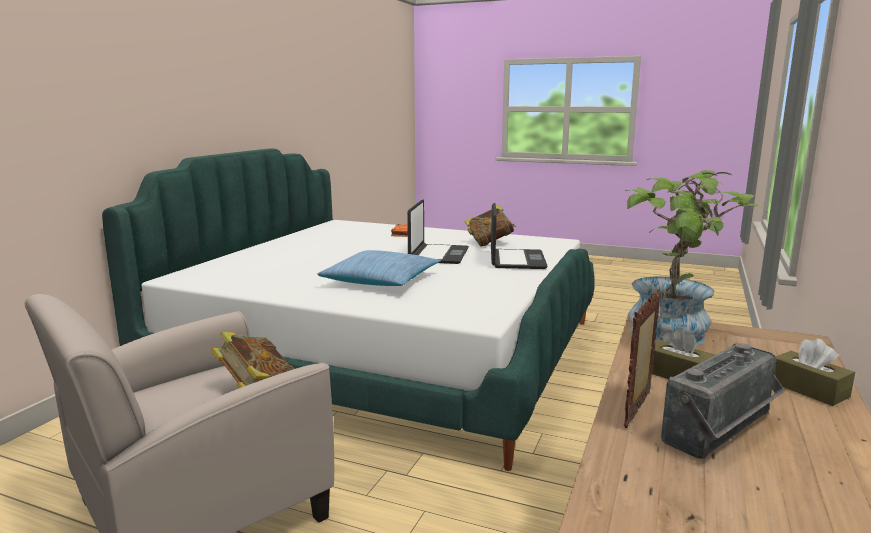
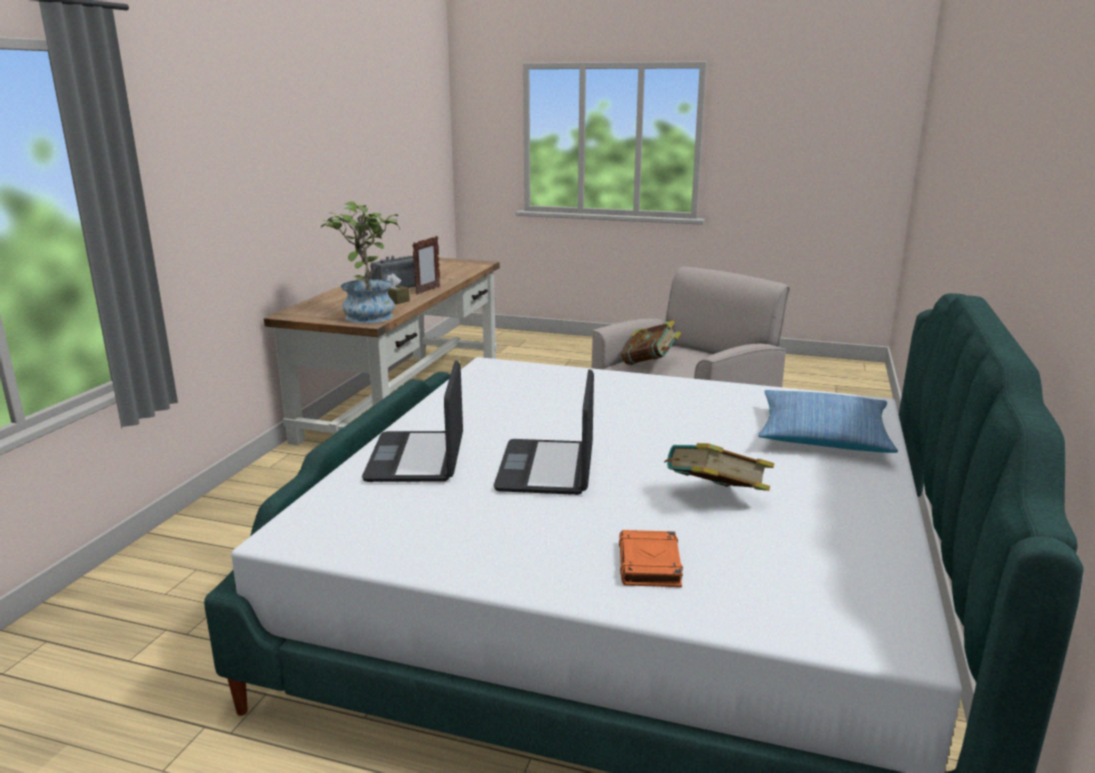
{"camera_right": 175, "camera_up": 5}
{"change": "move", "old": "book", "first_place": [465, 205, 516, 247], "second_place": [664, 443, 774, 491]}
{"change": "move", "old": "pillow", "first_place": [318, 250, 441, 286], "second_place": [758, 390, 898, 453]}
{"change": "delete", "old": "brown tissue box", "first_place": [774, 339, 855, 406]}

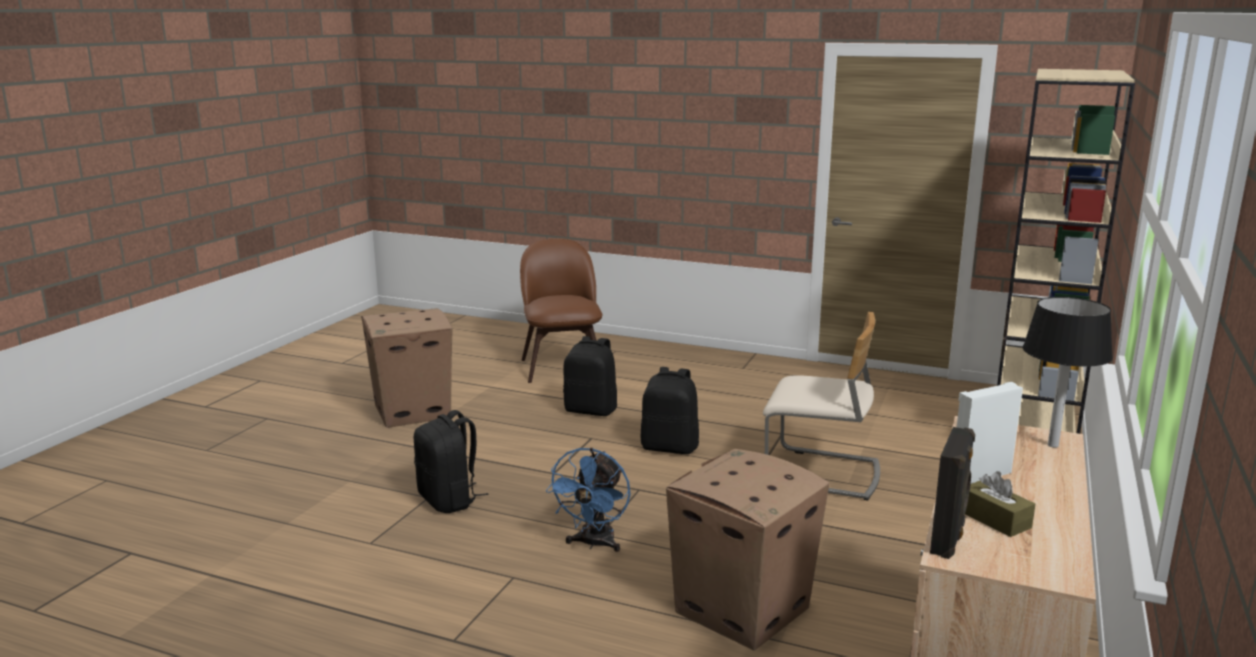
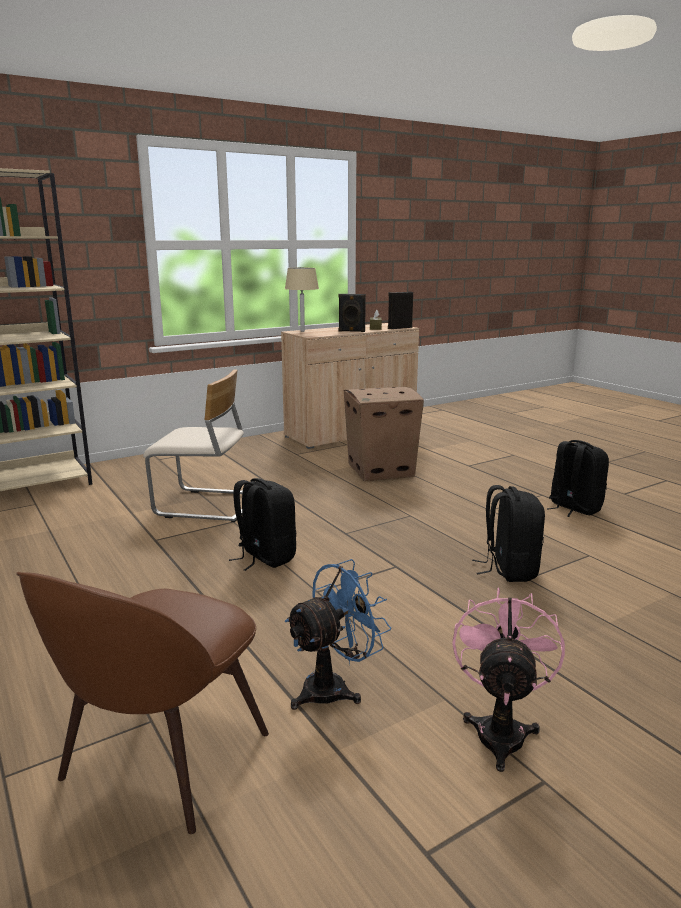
{"camera_right": -145, "camera_up": 0}
{"change": "recolor", "old": "black table lamp", "new": "beige table lamp", "first_place": [1023, 297, 1113, 448], "second_place": [285, 268, 319, 332]}
{"change": "replace", "old": "cardboard box", "new": "pink fan", "first_place": [361, 308, 452, 428], "second_place": [452, 588, 565, 772]}
{"change": "rotate", "old": "beige chair", "first_place": [763, 312, 880, 501], "second_place": [143, 370, 244, 522], "degrees": 135}
{"change": "move", "old": "black backpack", "first_place": [563, 336, 617, 416], "second_place": [547, 440, 609, 517]}
{"change": "recolor", "old": "white speaker", "new": "black speaker", "first_place": [957, 382, 1023, 484], "second_place": [339, 294, 366, 332]}
{"change": "move", "old": "blue fan", "first_place": [546, 448, 631, 552], "second_place": [284, 559, 391, 710]}

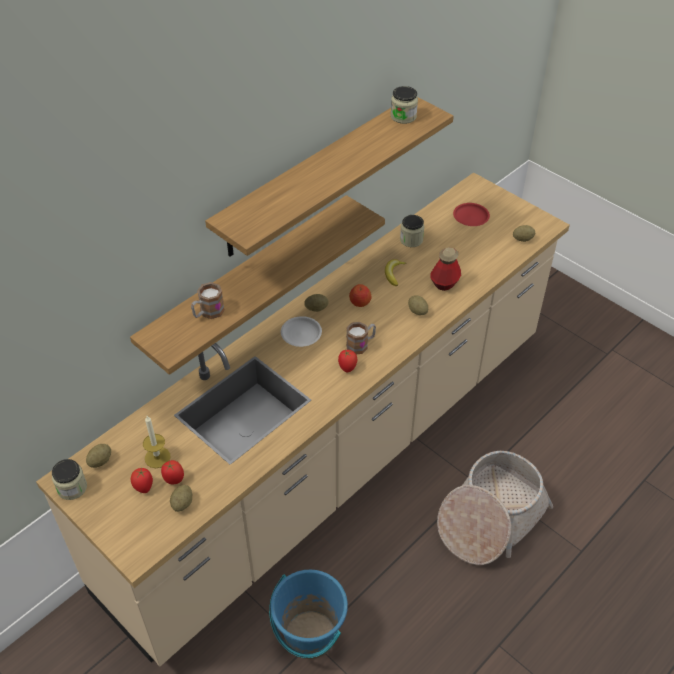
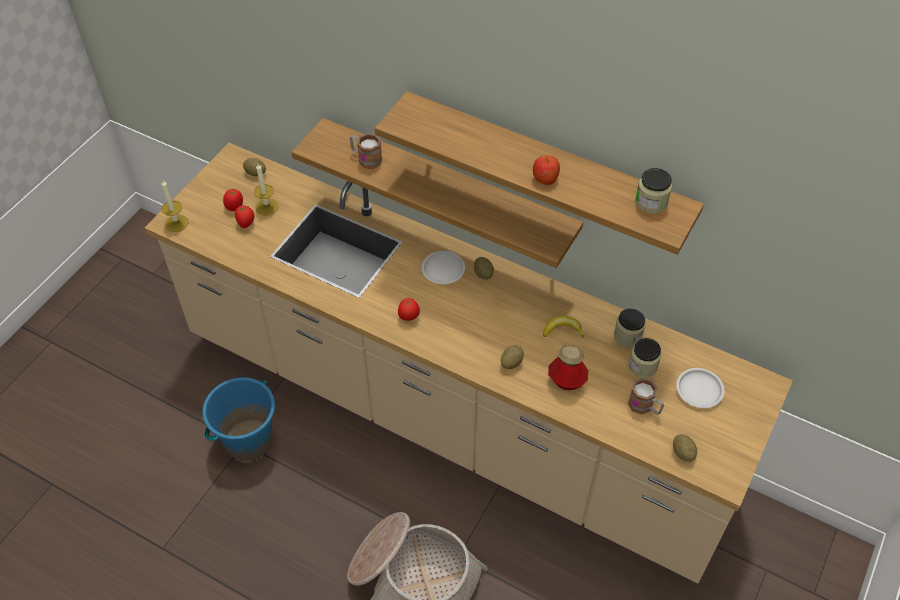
{"camera_right": 75, "camera_up": 5}
{"change": "recolor", "old": "red plate", "new": "white plate", "first_place": [453, 203, 490, 226], "second_place": [676, 368, 724, 408]}
{"change": "move", "old": "apple", "first_place": [349, 284, 371, 307], "second_place": [533, 155, 560, 185]}
{"change": "move", "old": "mug", "first_place": [346, 322, 376, 354], "second_place": [628, 377, 664, 415]}
{"change": "move", "old": "jar", "first_place": [52, 459, 87, 500], "second_place": [628, 338, 661, 378]}
{"change": "delete", "old": "potato", "first_place": [170, 485, 192, 512]}
{"change": "insert", "new": "candle", "second_place": [162, 179, 189, 232]}

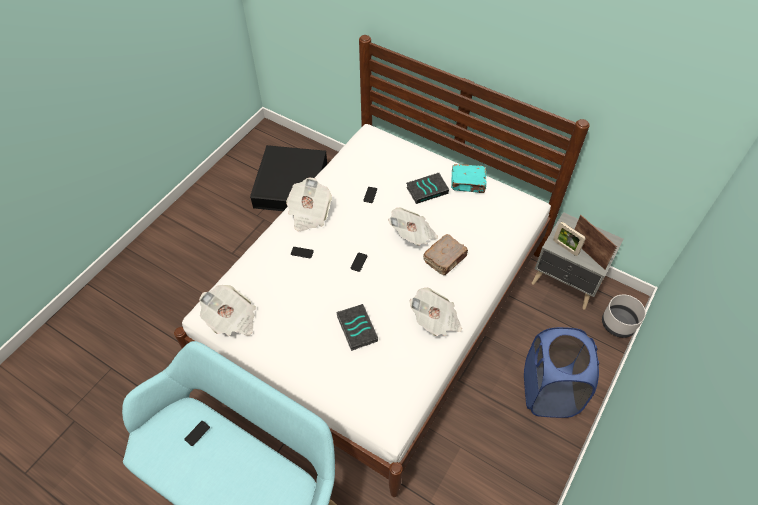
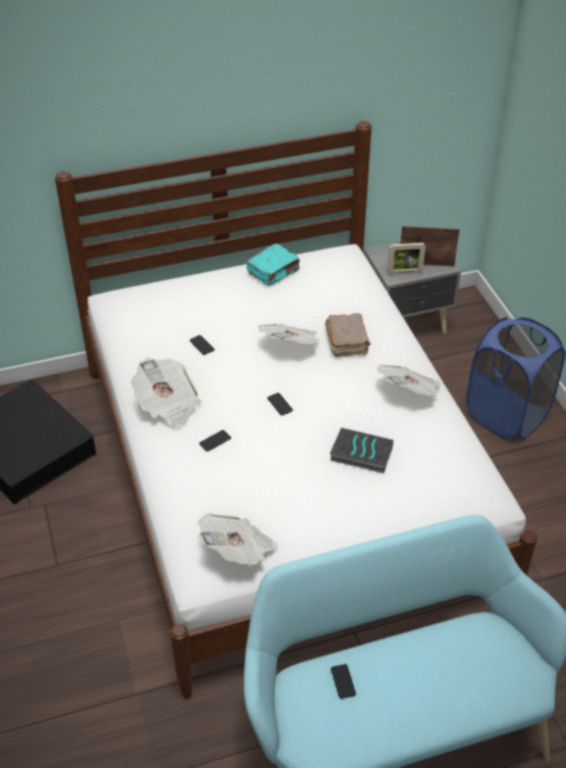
{"camera_right": -50, "camera_up": -10}
{"change": "delete", "old": "book", "first_place": [406, 173, 449, 204]}
{"change": "delete", "old": "grey planter", "first_place": [602, 295, 646, 338]}

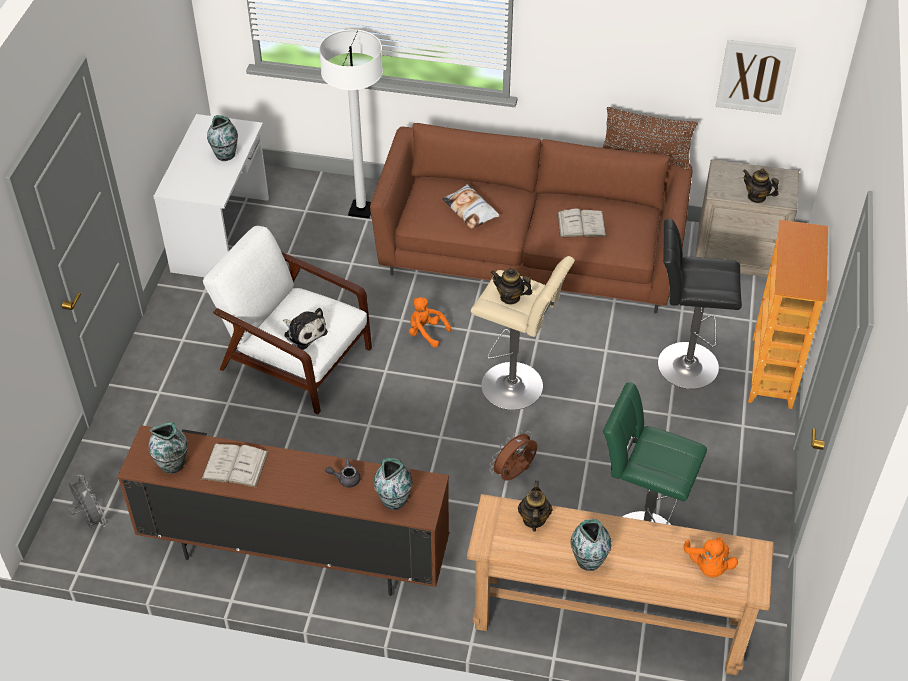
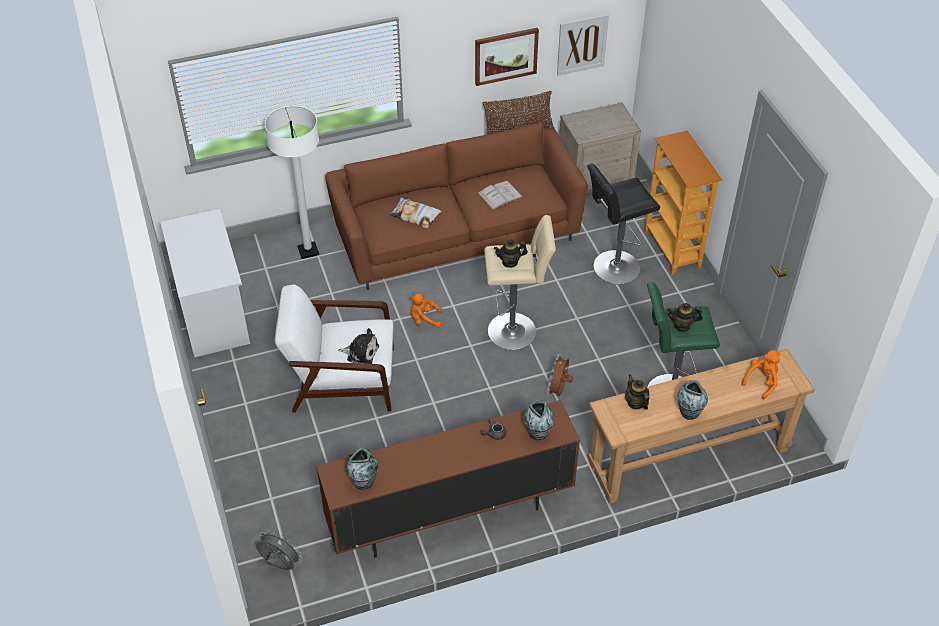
{"camera_right": -30, "camera_up": 0}
{"change": "delete", "old": "vase", "first_place": [207, 115, 238, 161]}
{"change": "move", "old": "teapot", "first_place": [743, 168, 779, 203], "second_place": [667, 303, 703, 332]}
{"change": "delete", "old": "white book", "first_place": [201, 444, 269, 488]}
{"change": "rotate", "old": "orange plush toy", "first_place": [684, 537, 738, 577], "second_place": [741, 350, 781, 399], "degrees": -105}
{"change": "insert", "new": "picture", "second_place": [475, 28, 539, 86]}

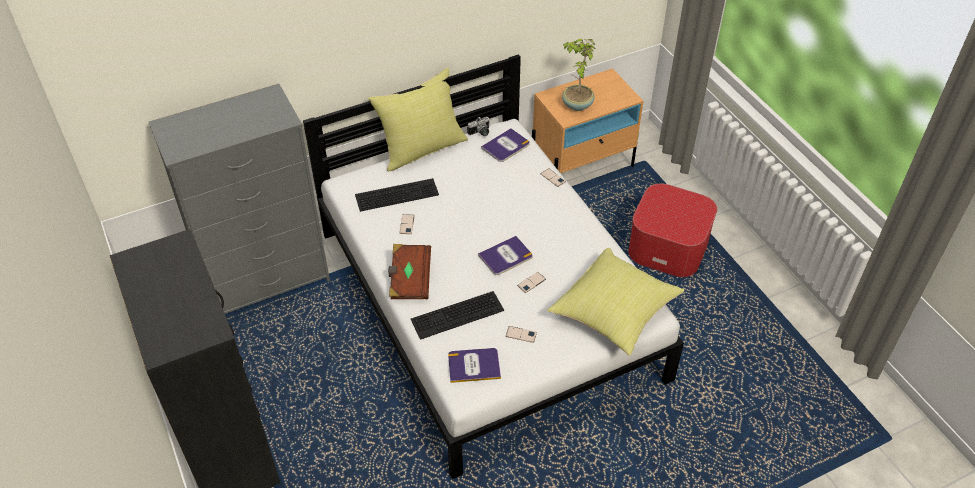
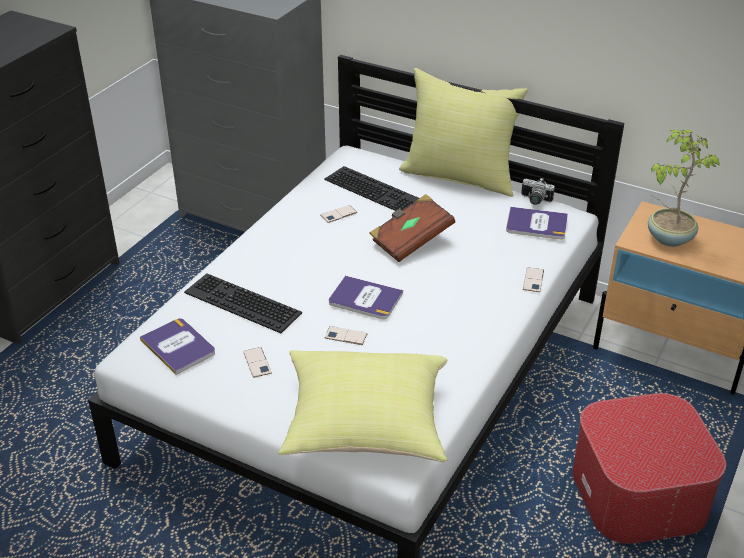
{"camera_right": 55, "camera_up": -10}
{"change": "move", "old": "brown book", "first_place": [388, 244, 431, 299], "second_place": [369, 194, 455, 262]}

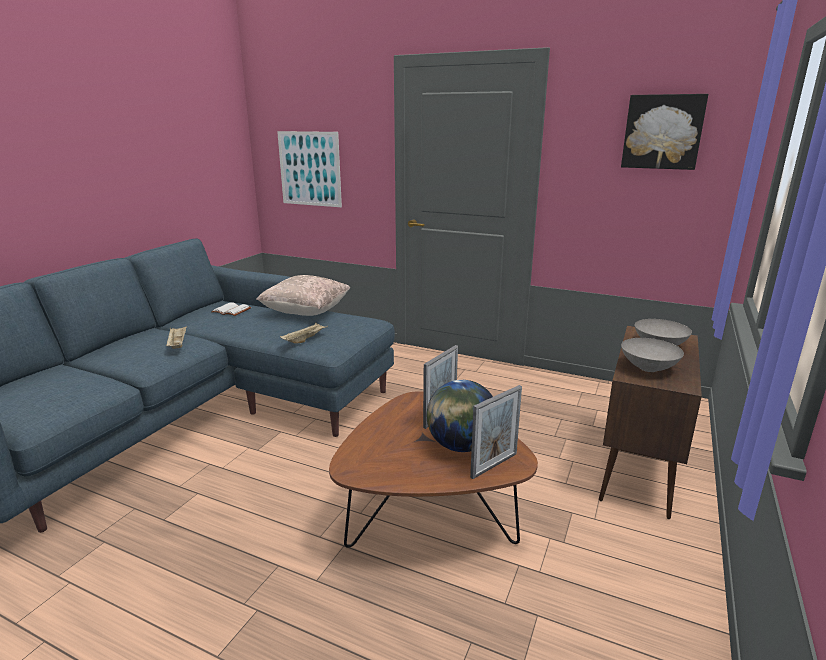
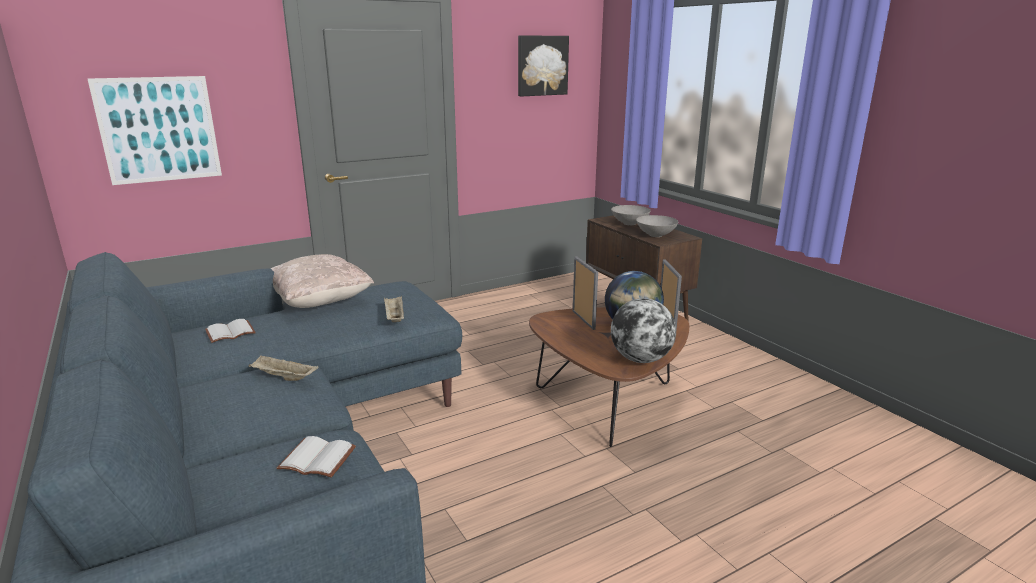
{"camera_right": -55, "camera_up": 0}
{"change": "insert", "new": "globe", "second_place": [611, 298, 676, 363]}
{"change": "insert", "new": "white book", "second_place": [277, 436, 356, 478]}

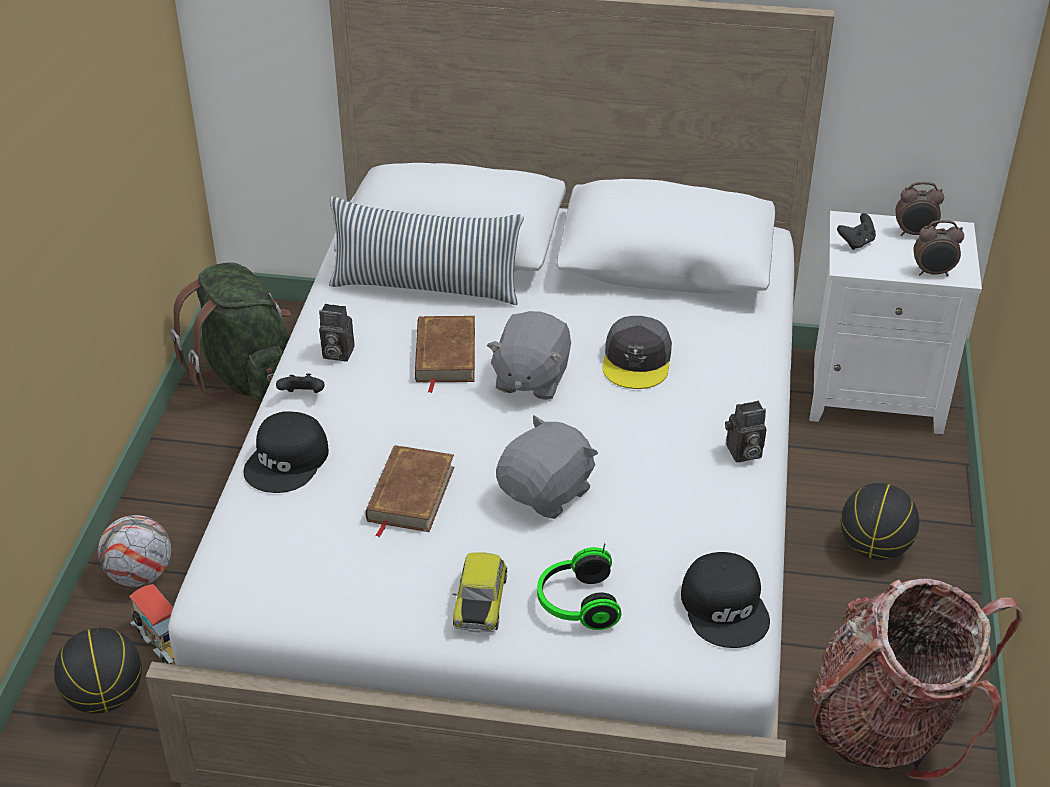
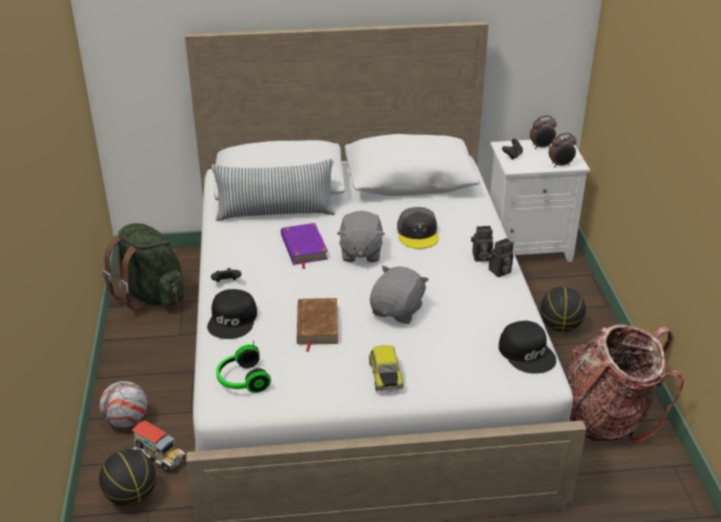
{"camera_right": -15, "camera_up": -5}
{"change": "move", "old": "photo camera", "first_place": [319, 304, 355, 362], "second_place": [471, 226, 493, 262]}
{"change": "recolor", "old": "brown book", "new": "purple book", "first_place": [415, 316, 475, 393], "second_place": [281, 223, 328, 269]}
{"change": "move", "old": "headphones", "first_place": [537, 543, 621, 630], "second_place": [216, 340, 271, 393]}

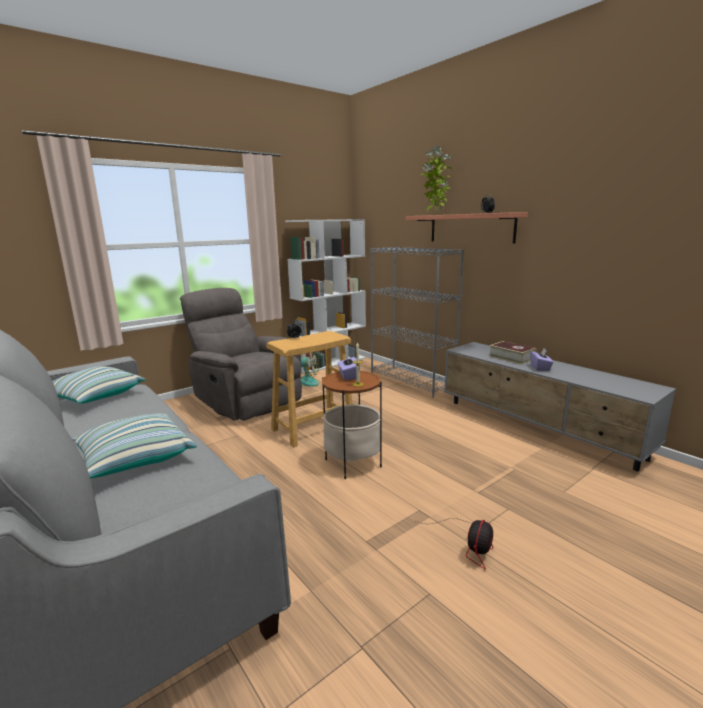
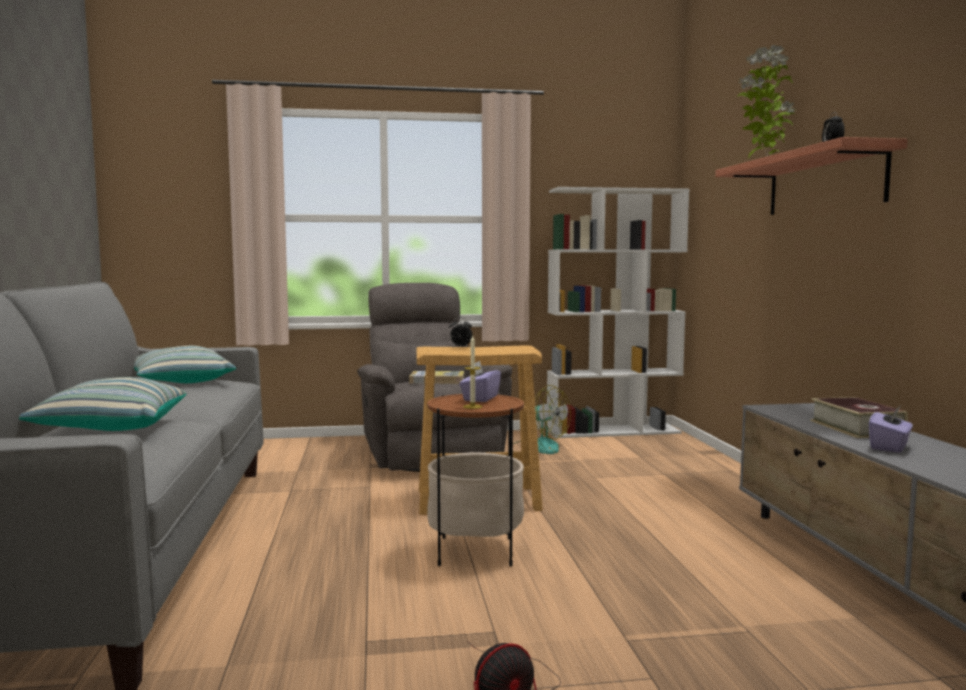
{"camera_right": 30, "camera_up": -10}
{"change": "delete", "old": "grey bookcase", "first_place": [370, 247, 464, 398]}
{"change": "insert", "new": "book", "second_place": [409, 371, 464, 384]}

